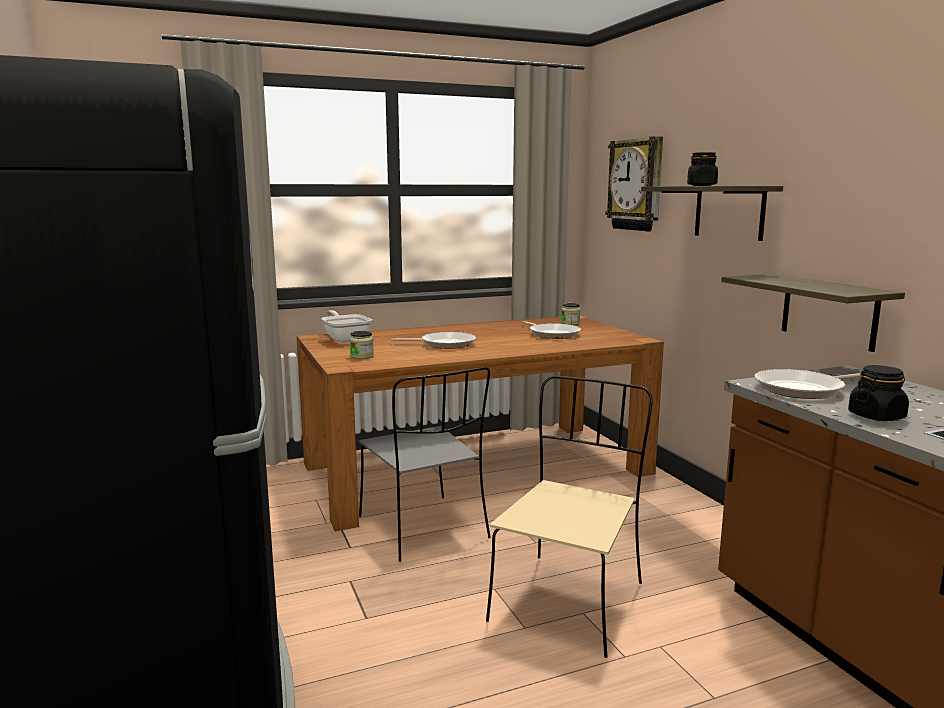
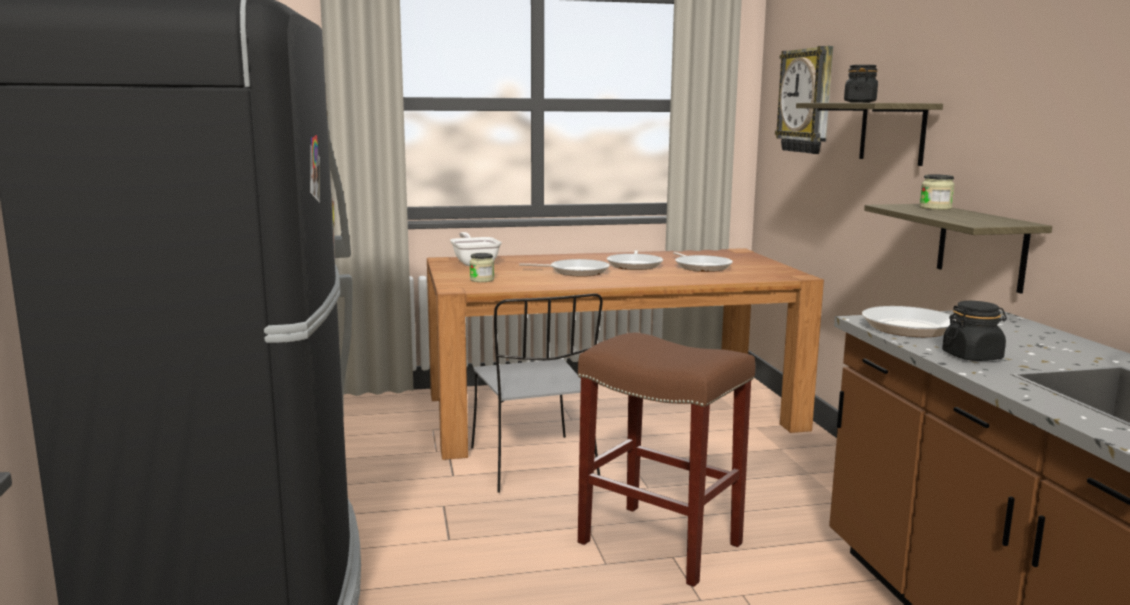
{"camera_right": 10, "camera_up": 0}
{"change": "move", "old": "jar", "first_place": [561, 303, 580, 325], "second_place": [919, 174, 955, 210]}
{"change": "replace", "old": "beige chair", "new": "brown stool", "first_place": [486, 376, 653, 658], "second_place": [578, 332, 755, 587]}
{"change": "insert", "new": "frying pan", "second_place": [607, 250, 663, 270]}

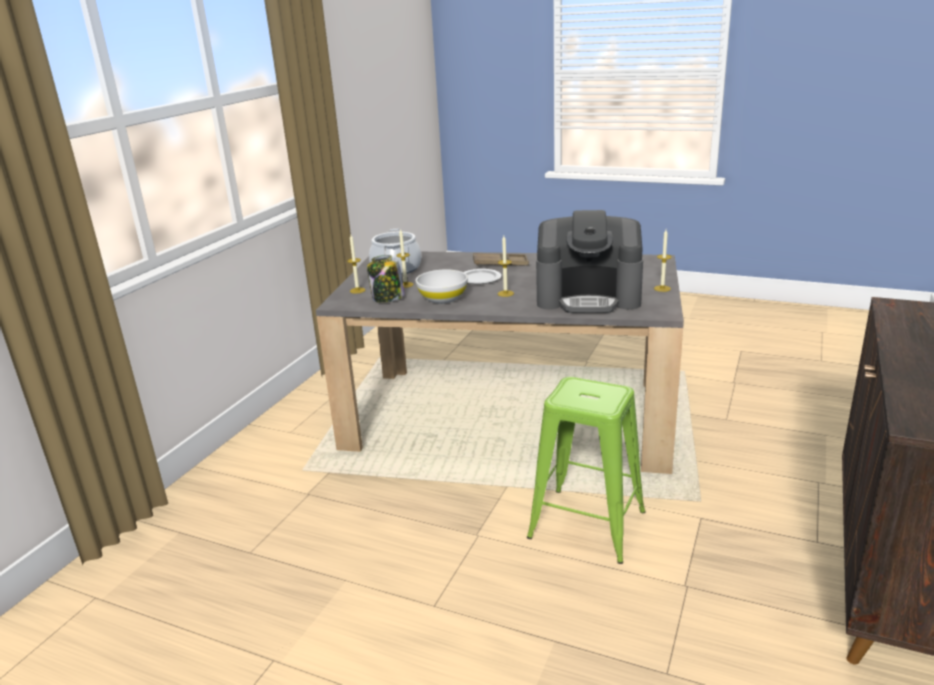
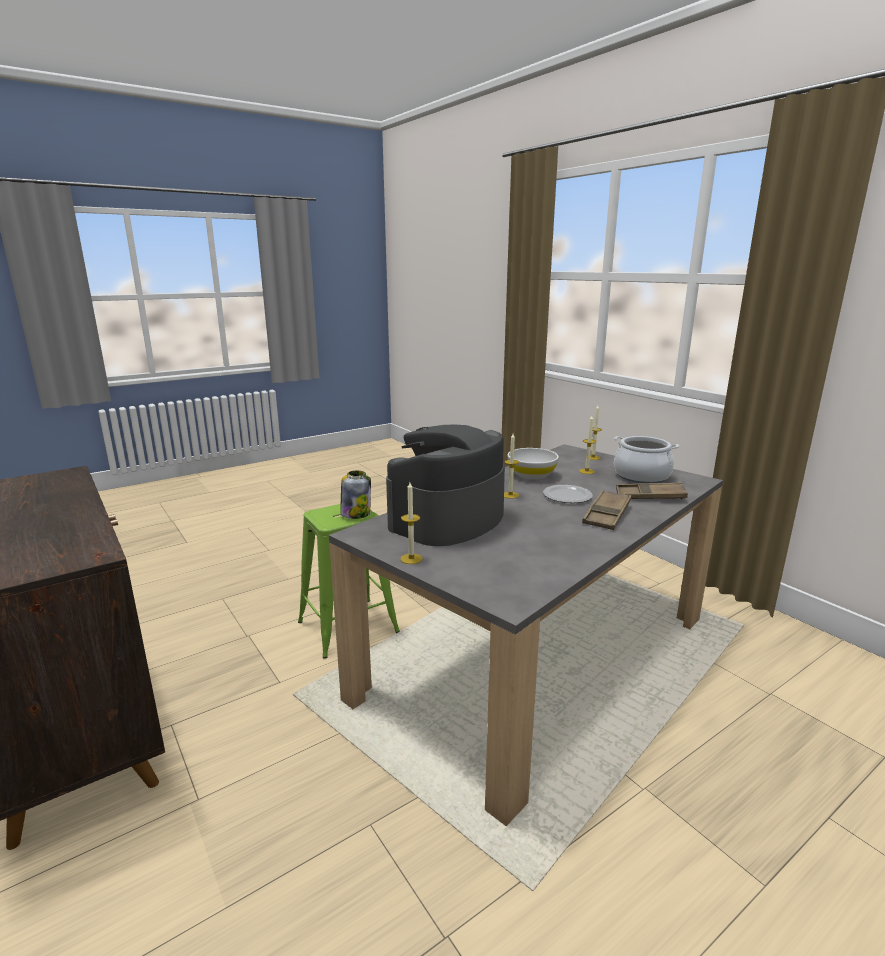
{"camera_right": 120, "camera_up": -5}
{"change": "move", "old": "jar", "first_place": [367, 255, 405, 303], "second_place": [340, 471, 371, 519]}
{"change": "insert", "new": "brown tray", "second_place": [616, 483, 688, 499]}

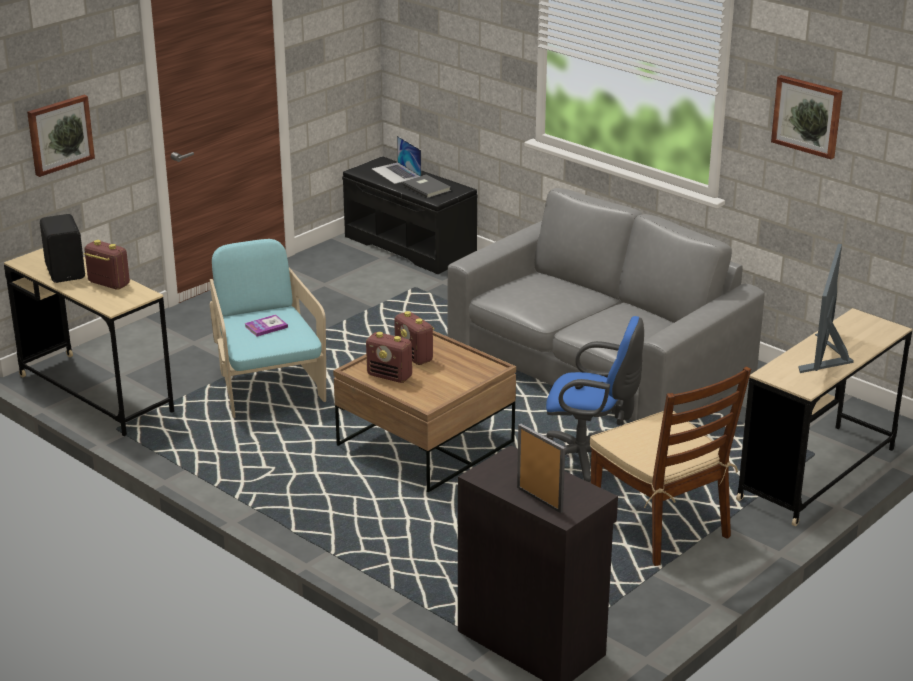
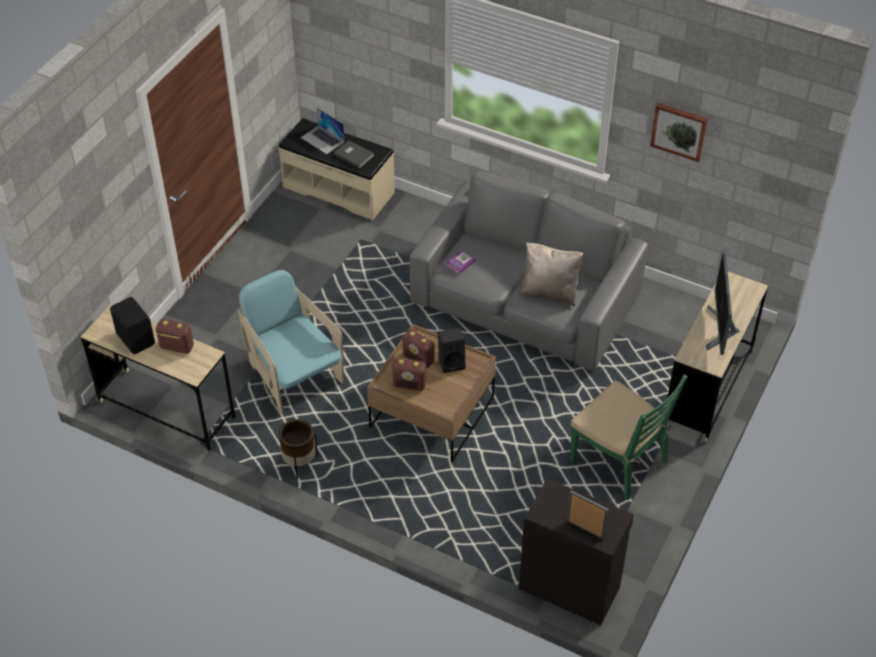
{"camera_right": -15, "camera_up": 20}
{"change": "delete", "old": "picture", "first_place": [27, 95, 95, 177]}
{"change": "recolor", "old": "black bench", "new": "beige bench", "first_place": [342, 156, 478, 274], "second_place": [278, 118, 395, 220]}
{"change": "move", "old": "book", "first_place": [245, 314, 288, 337], "second_place": [445, 250, 476, 274]}
{"change": "delete", "old": "blue office chair", "first_place": [545, 316, 644, 483]}
{"change": "recolor", "old": "brown chair", "new": "green chair", "first_place": [590, 366, 751, 566], "second_place": [570, 375, 688, 500]}
{"change": "insert", "new": "beige pillow", "second_place": [519, 242, 583, 306]}
{"change": "insert", "new": "black speaker", "second_place": [438, 328, 466, 373]}
{"change": "insert", "new": "brown planter", "second_place": [279, 419, 318, 480]}

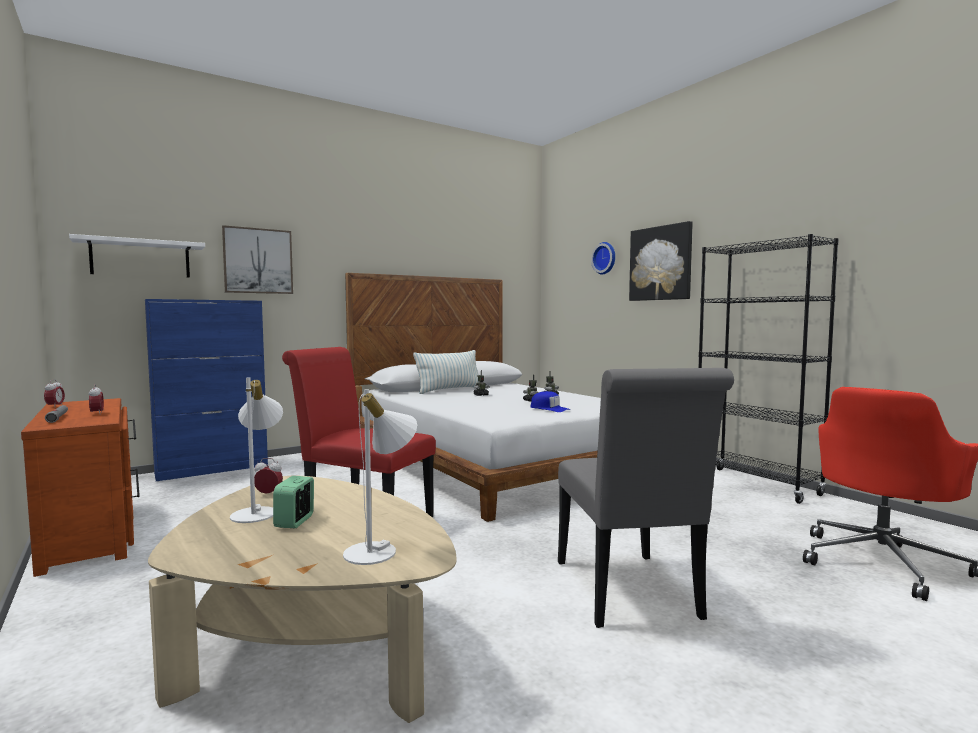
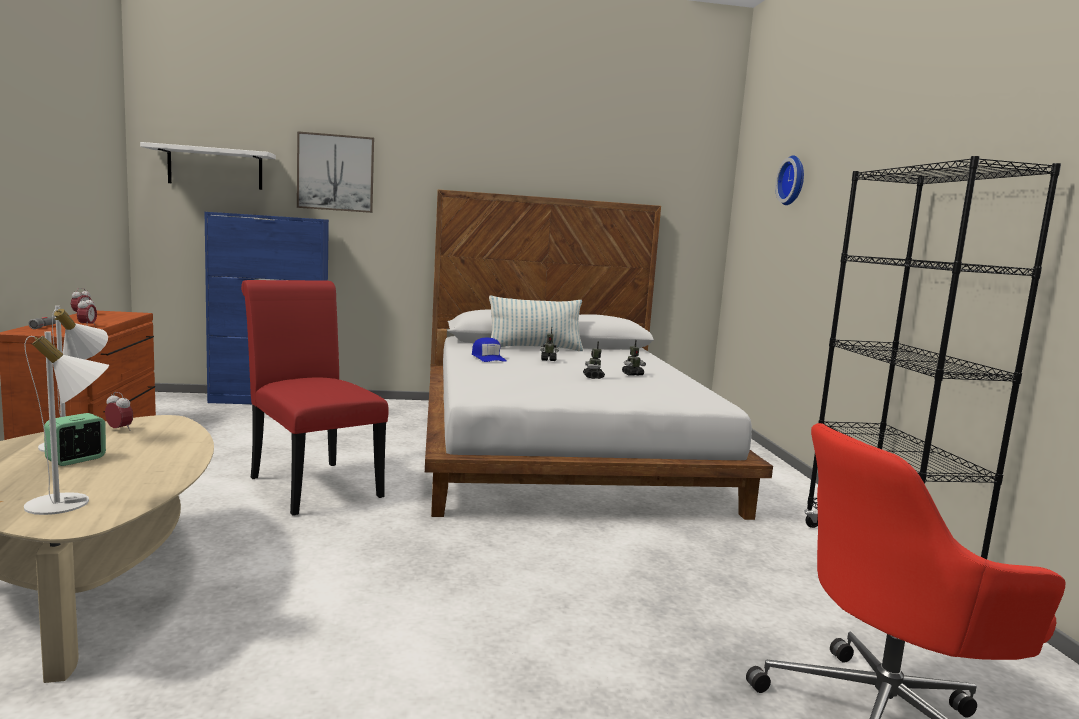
{"camera_right": 25, "camera_up": 5}
{"change": "delete", "old": "picture", "first_place": [629, 221, 693, 301]}
{"change": "delete", "old": "grey chair", "first_place": [558, 368, 734, 628]}
{"change": "move", "old": "blue cap", "first_place": [530, 391, 571, 412], "second_place": [472, 338, 506, 362]}

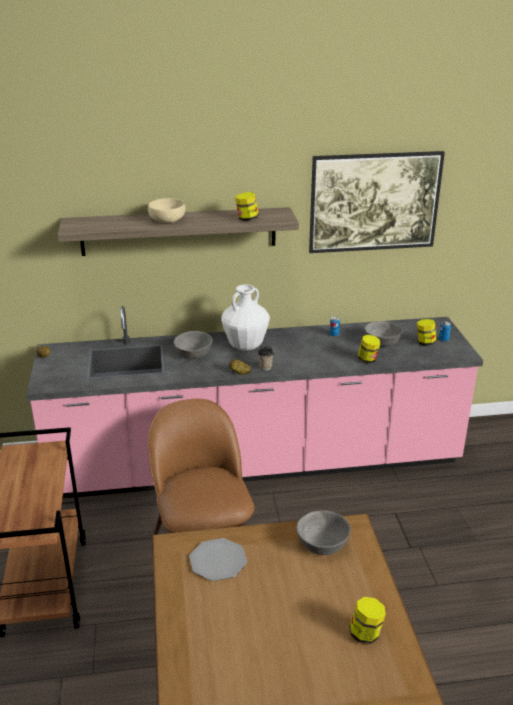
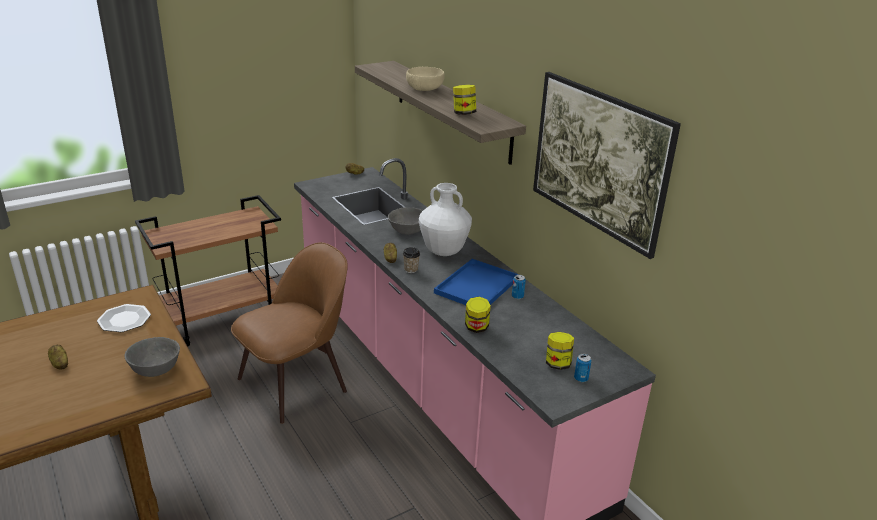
{"camera_right": 65, "camera_up": 0}
{"change": "delete", "old": "grey bowl", "first_place": [364, 321, 403, 347]}
{"change": "delete", "old": "jar", "first_place": [350, 597, 386, 644]}
{"change": "insert", "new": "blue tray", "second_place": [434, 259, 519, 305]}
{"change": "insert", "new": "potato", "second_place": [48, 344, 68, 370]}

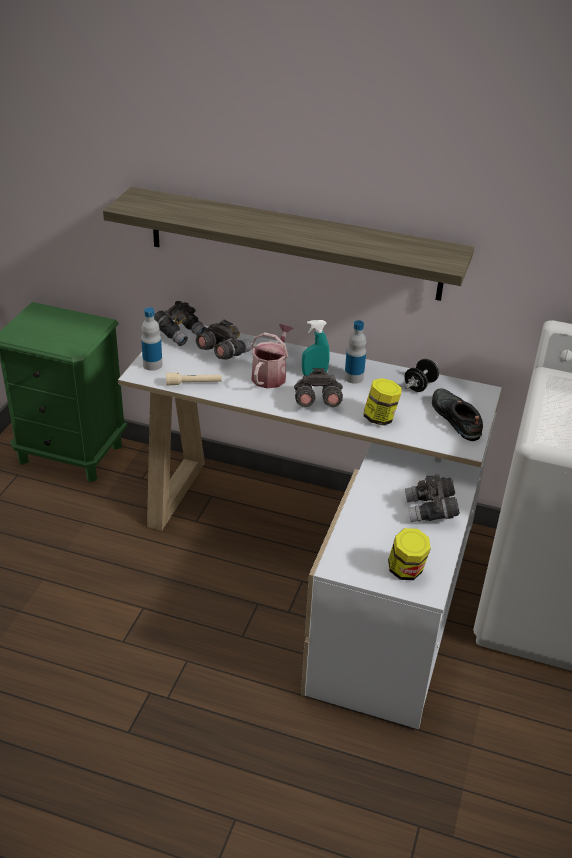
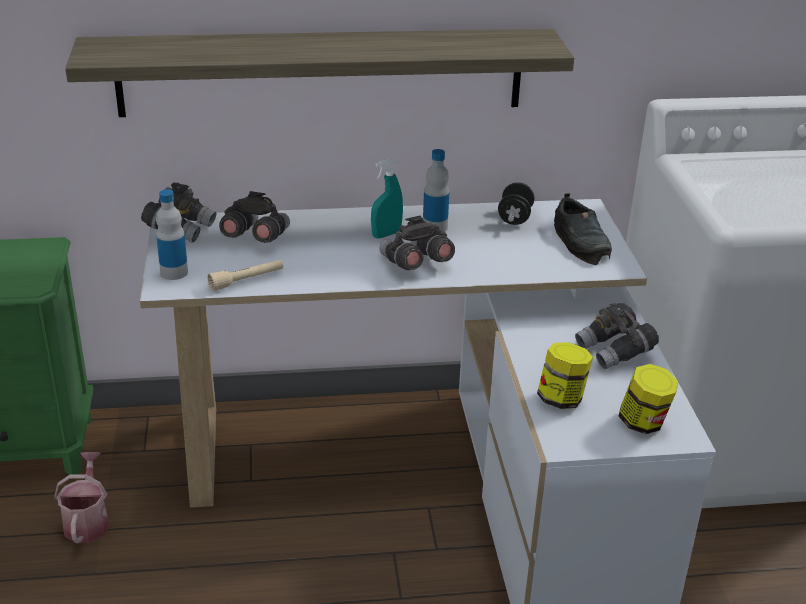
{"camera_right": -25, "camera_up": -5}
{"change": "move", "old": "watering can", "first_place": [251, 324, 293, 389], "second_place": [54, 452, 110, 543]}
{"change": "move", "old": "jar", "first_place": [363, 378, 402, 425], "second_place": [537, 342, 593, 409]}
{"change": "rotate", "old": "black shoe", "first_place": [432, 388, 483, 441], "second_place": [554, 193, 612, 265], "degrees": -150}

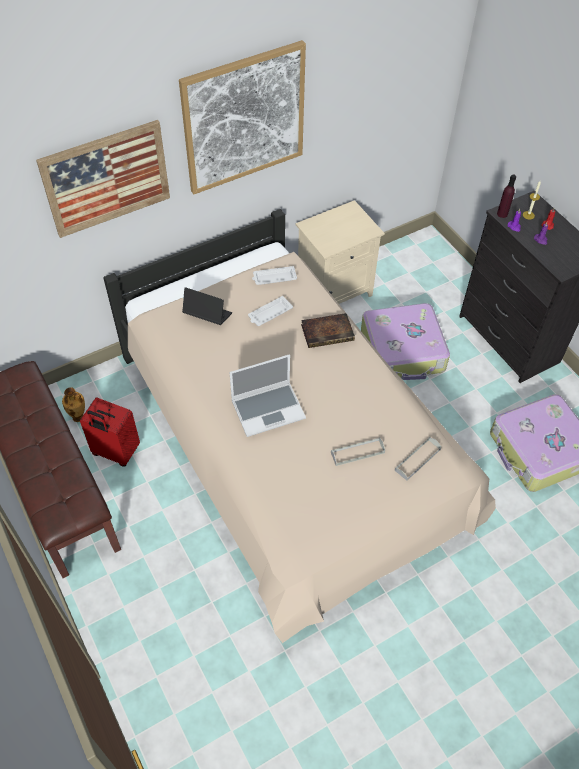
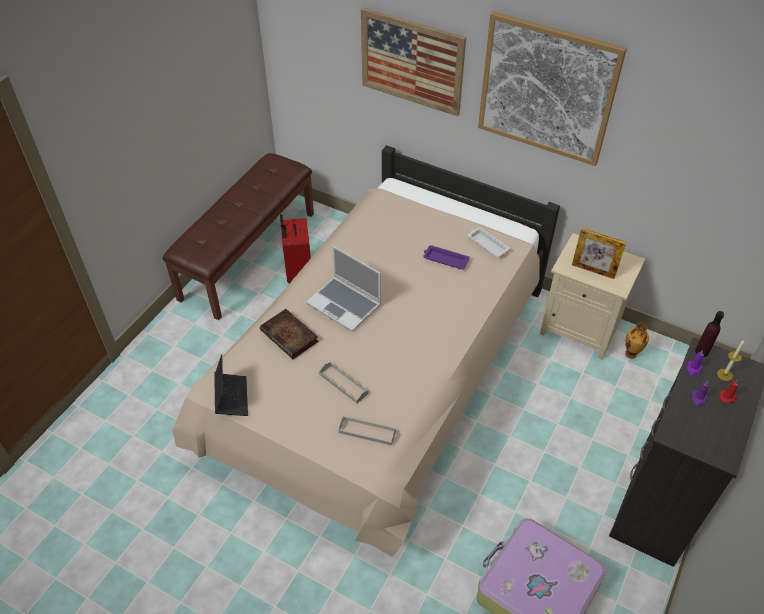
{"camera_right": 60, "camera_up": -5}
{"change": "move", "old": "laptop", "first_place": [182, 287, 232, 325], "second_place": [214, 354, 248, 416]}
{"change": "recolor", "old": "white tray", "new": "purple tray", "first_place": [248, 296, 293, 326], "second_place": [423, 245, 470, 270]}
{"change": "delete", "old": "suitcase", "first_place": [361, 303, 450, 380]}
{"change": "move", "old": "book", "first_place": [301, 313, 355, 348], "second_place": [260, 309, 319, 359]}
{"change": "move", "old": "vase", "first_place": [62, 387, 85, 422], "second_place": [625, 323, 649, 359]}
{"change": "insert", "new": "picture frame", "second_place": [572, 228, 626, 279]}

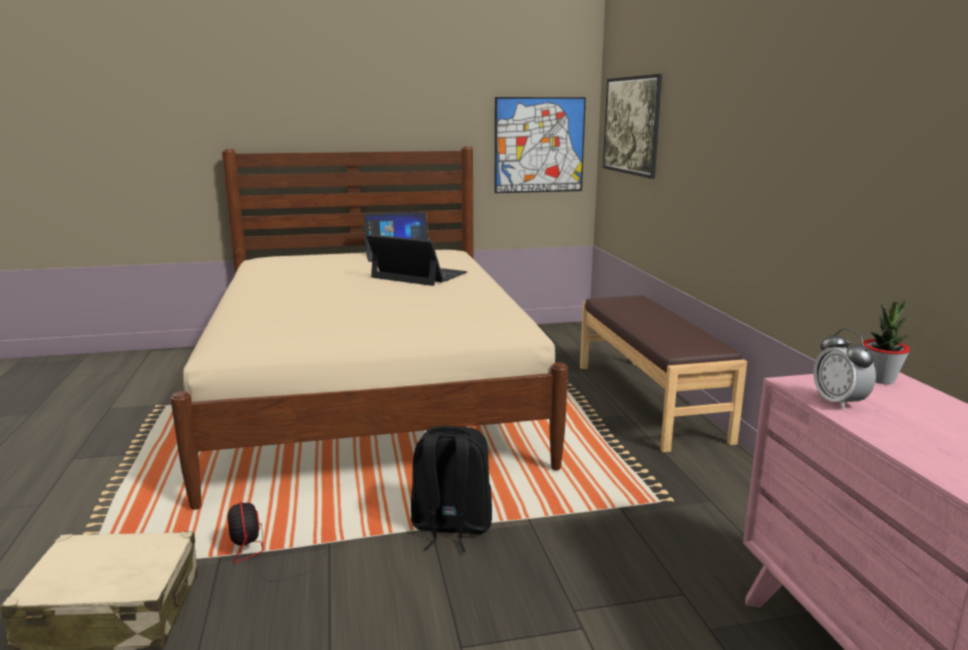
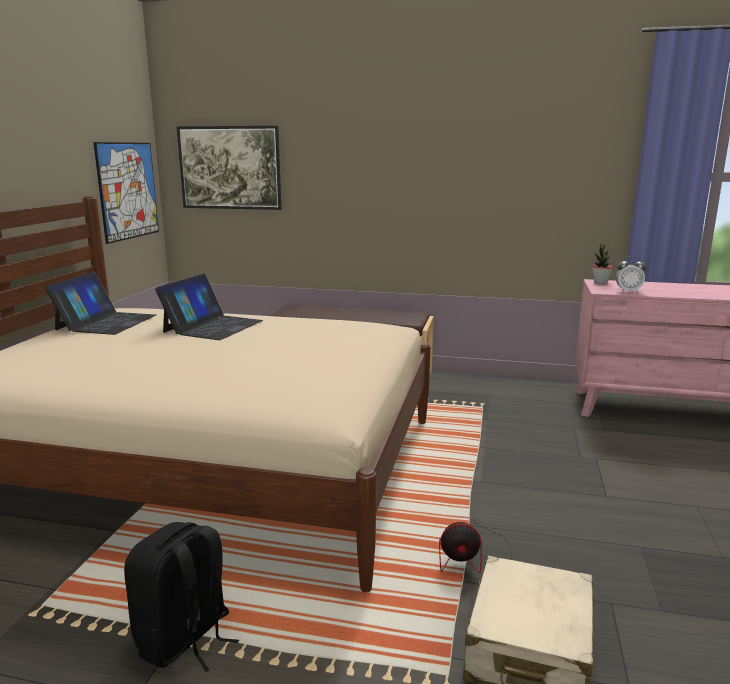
{"camera_right": -65, "camera_up": 0}
{"change": "rotate", "old": "laptop", "first_place": [367, 234, 468, 286], "second_place": [155, 274, 263, 340], "degrees": 150}
{"change": "move", "old": "black backpack", "first_place": [411, 426, 492, 552], "second_place": [124, 522, 239, 672]}

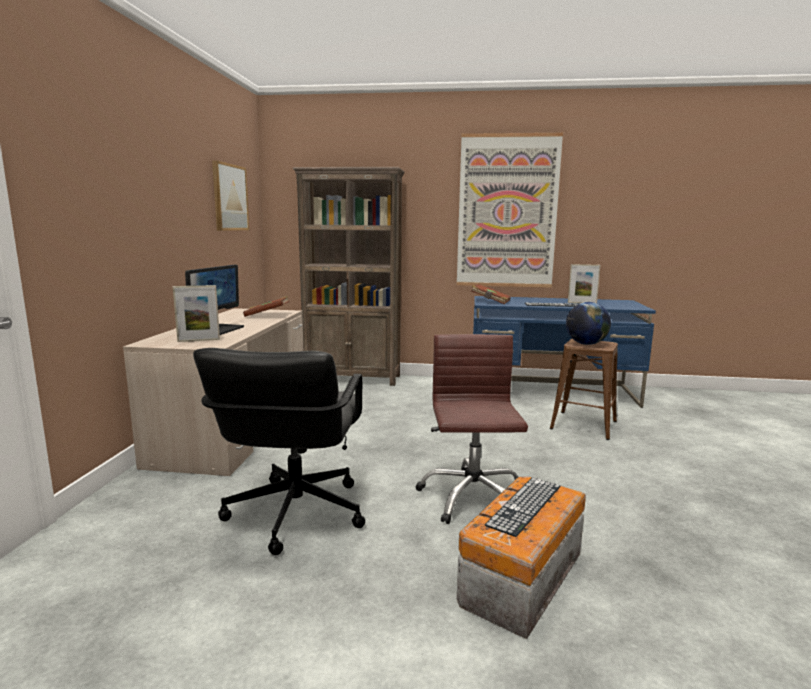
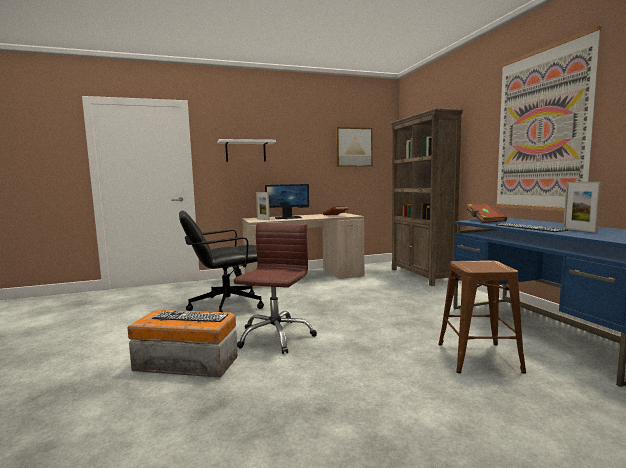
{"camera_right": 65, "camera_up": -5}
{"change": "delete", "old": "globe", "first_place": [566, 302, 611, 345]}
{"change": "rotate", "old": "brown office chair", "first_place": [416, 334, 528, 524], "second_place": [234, 223, 317, 354], "degrees": -45}
{"change": "insert", "new": "white shelf", "second_place": [218, 139, 276, 162]}

